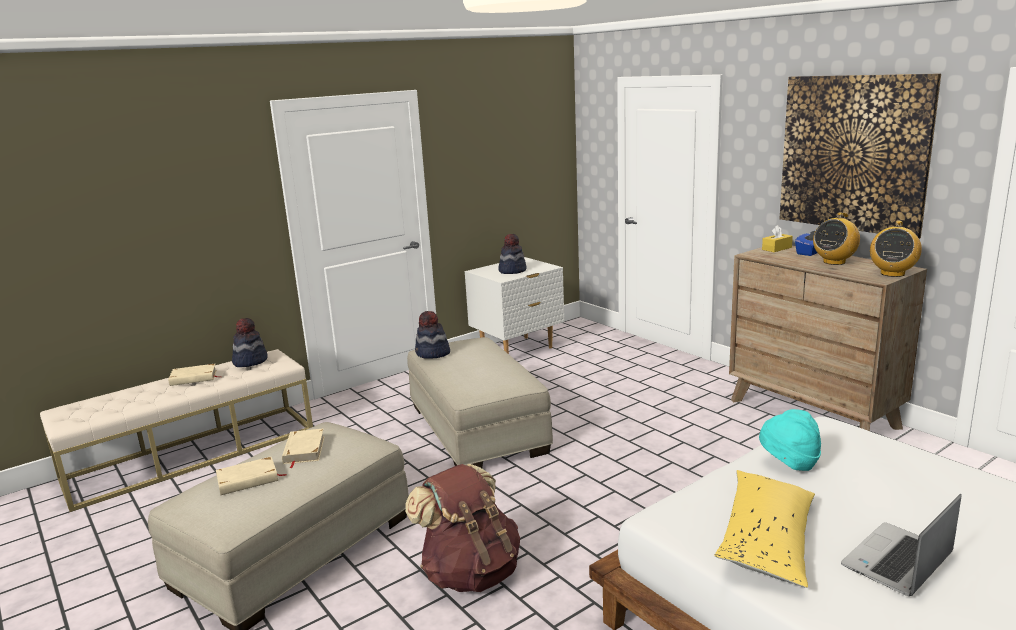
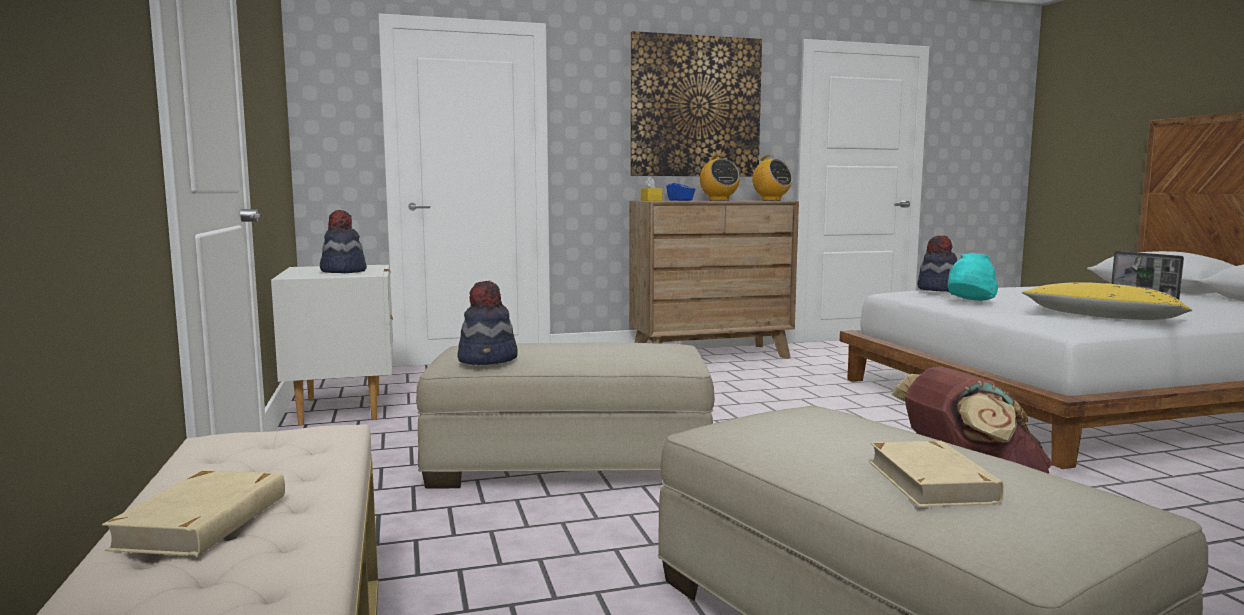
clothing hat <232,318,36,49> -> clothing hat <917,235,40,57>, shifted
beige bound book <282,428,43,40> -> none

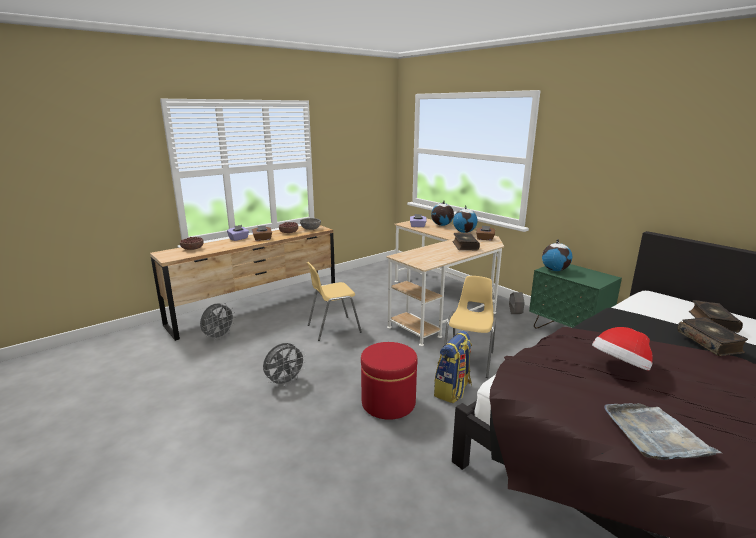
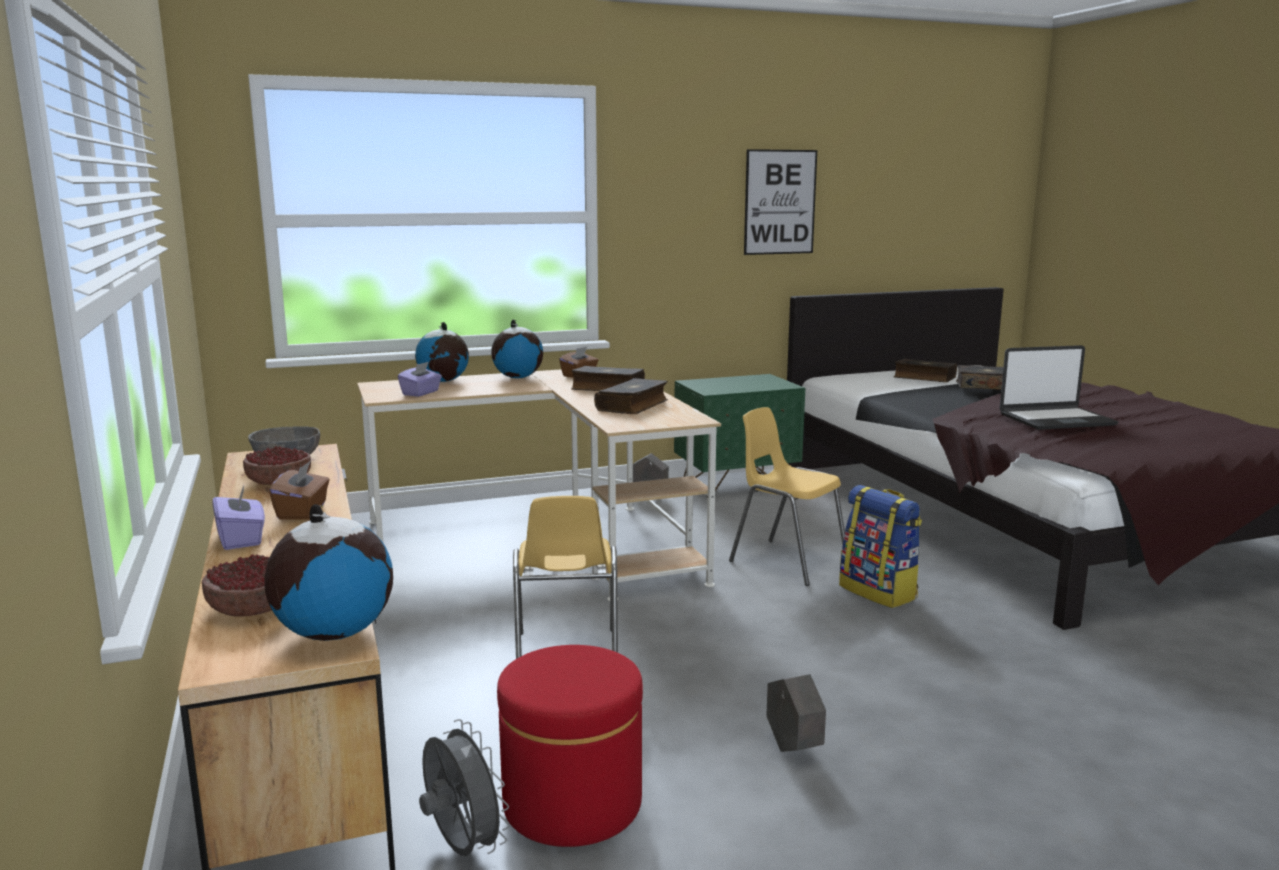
gray fan <263,343,43,44> -> gray plant pot <766,674,60,78>
red-coloured ottoman <361,342,57,78> -> red-coloured ottoman <497,645,146,202>, shifted
desk globe <542,239,30,32> -> desk globe <264,504,129,137>, shifted
clothing hat <592,327,61,44> -> notebook computer <999,345,119,85>
gray carrying tray <604,403,118,57> -> none
none -> bound book <594,378,74,36>
none -> wall picture <744,149,73,106>

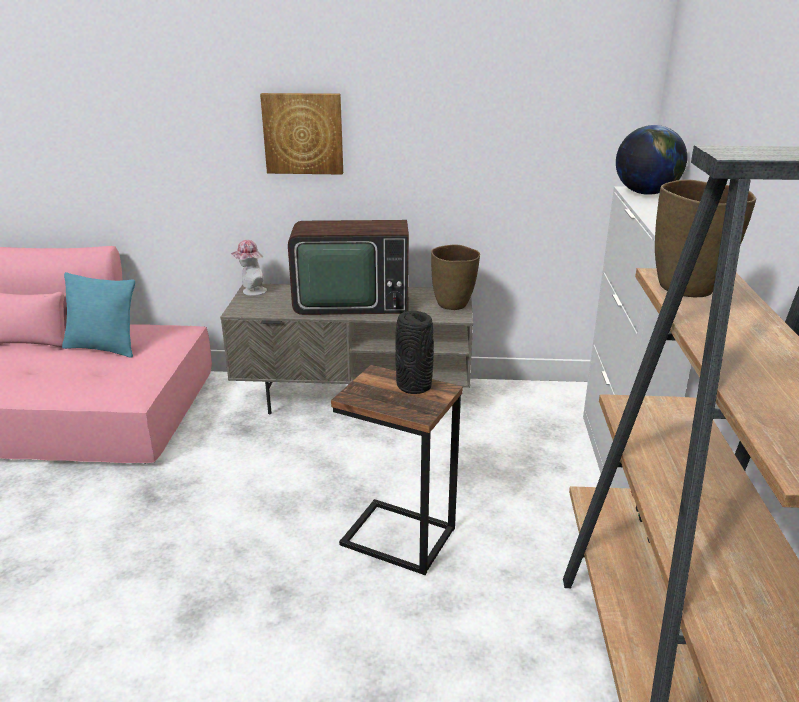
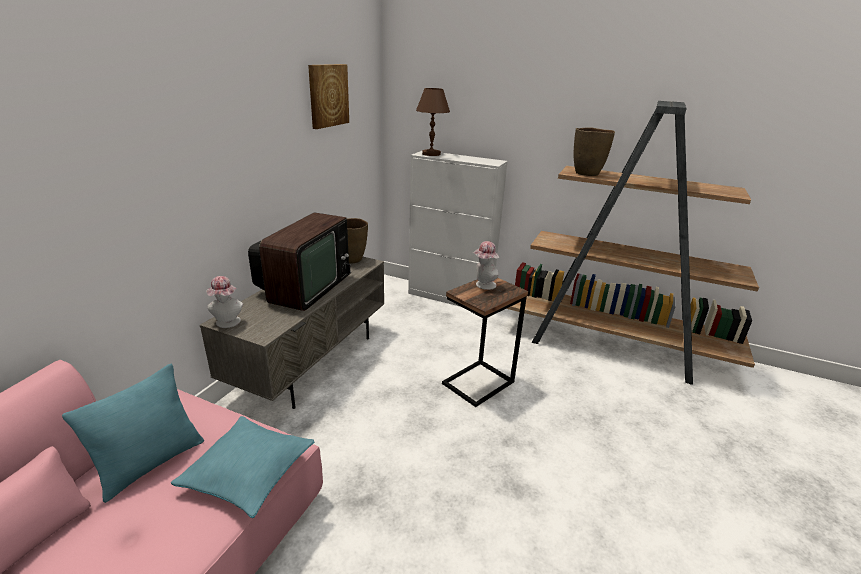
wall picture <260,93,83,82> -> wall picture <308,64,41,65>, shifted
black decorative vase <395,311,39,83> -> clothing hat <473,241,26,49>
desk globe <616,125,71,70> -> brown tabletop lamp <416,88,34,68>
none -> turquoise pillow <171,416,144,102>

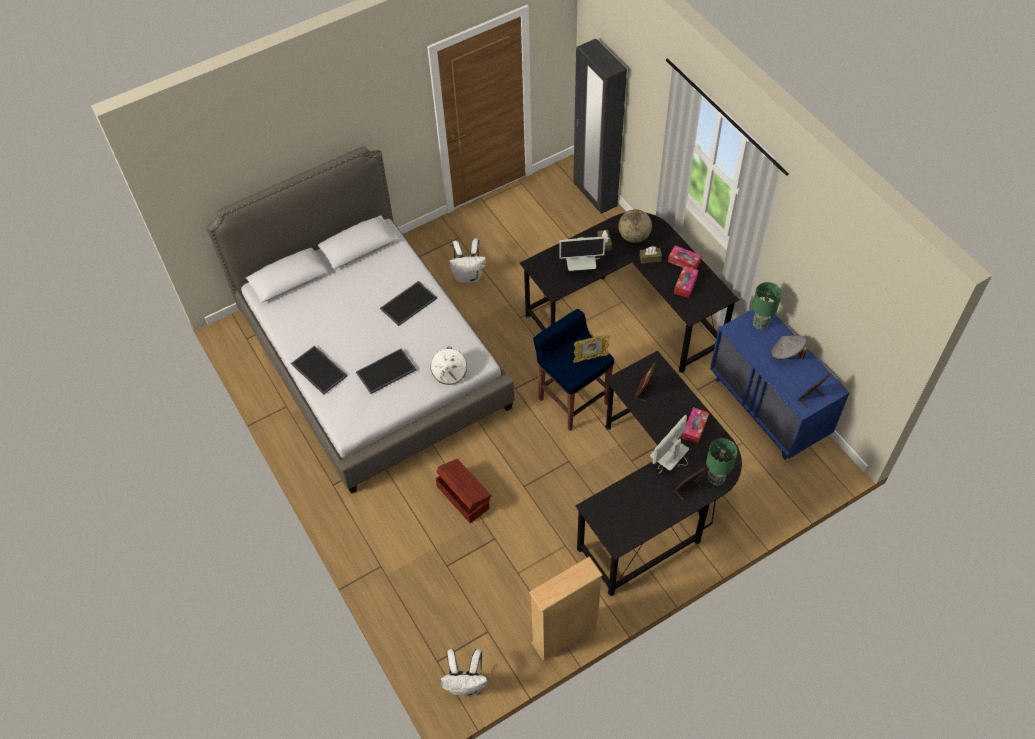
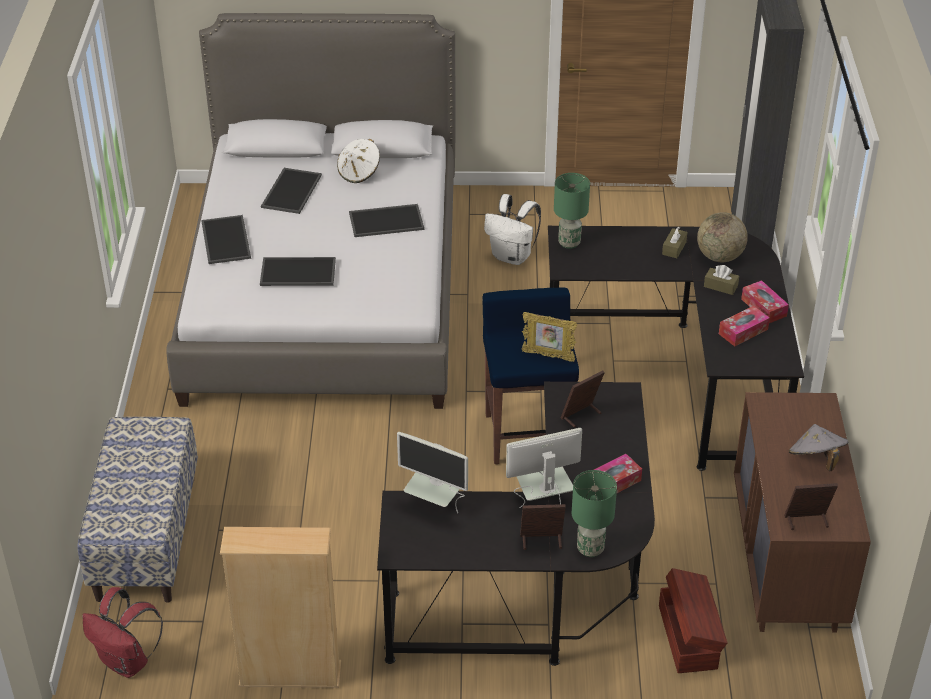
whitish clothing hat <430,347,37,38> -> whitish clothing hat <337,139,43,44>, shifted
brown storage container <435,459,56,64> -> brown storage container <659,568,68,105>, shifted
whitish backpack <441,649,46,47> -> red-coloured backpack <82,587,81,91>
monitor <559,237,46,34> -> monitor <397,432,71,81>, shifted
blue-coloured chest of drawers <710,309,140,151> -> brown chest of drawers <734,392,137,241>
green-coloured tabletop lamp <752,282,30,48> -> green-coloured tabletop lamp <554,173,36,76>, shifted
none -> long seat <77,417,121,186>
none -> carrying tray <261,168,61,46>

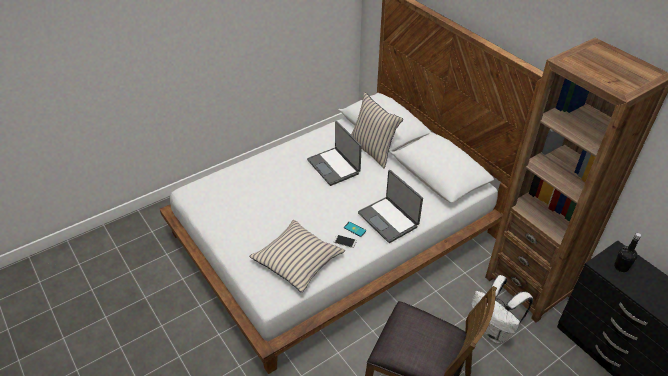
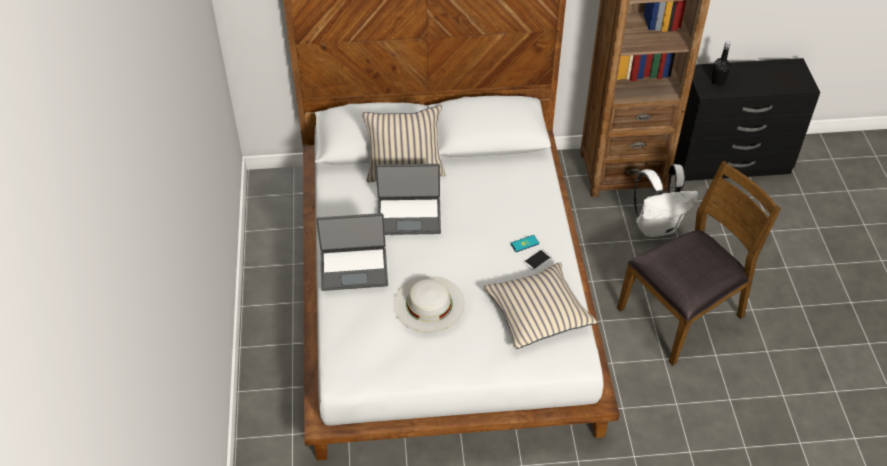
notebook computer <358,170,65,73> -> notebook computer <316,213,72,78>, shifted
none -> whitish clothing hat <393,276,72,57>

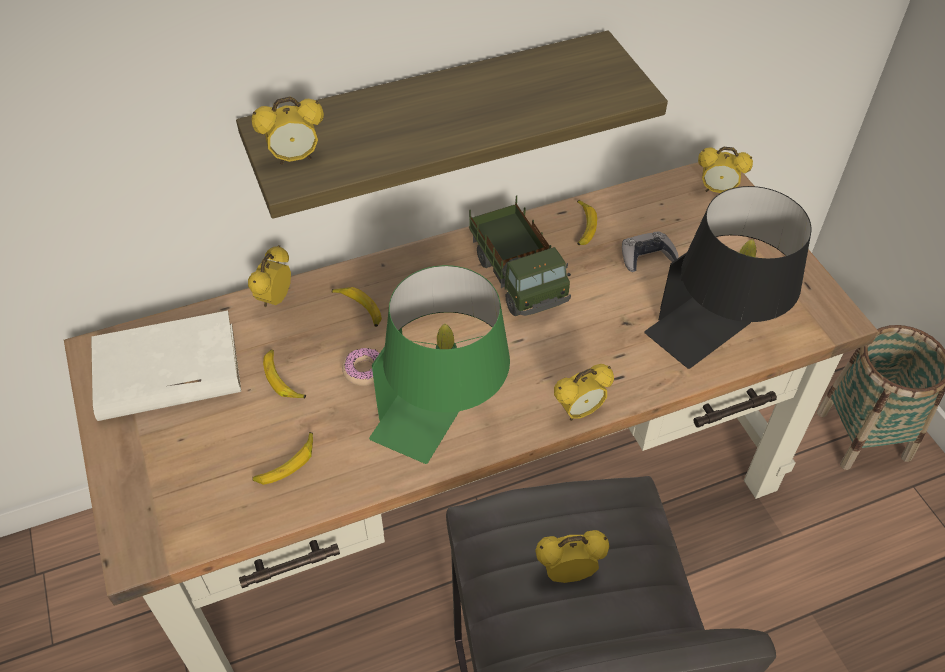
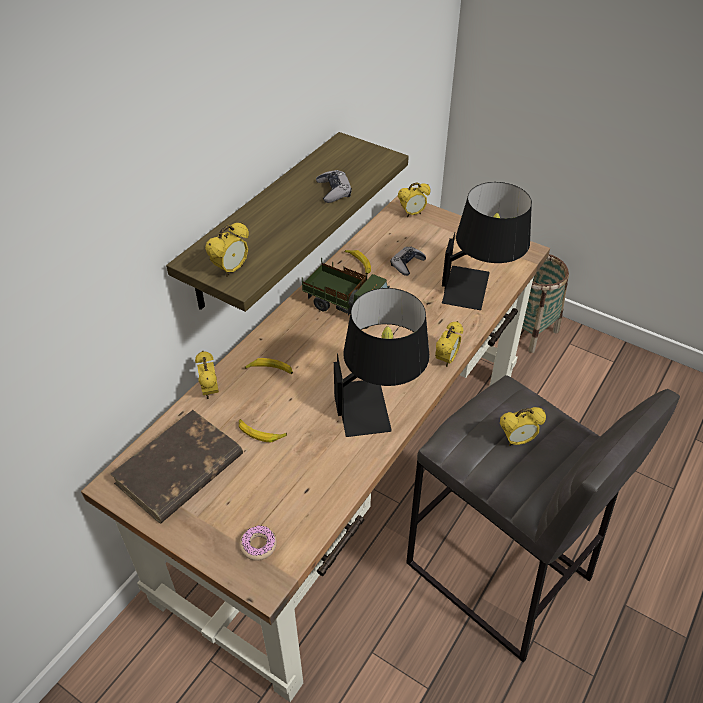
whitish bound book <91,311,150,110> -> brown bound book <111,410,132,114>
banana <252,432,61,53> -> none
doughnut <342,348,38,38> -> doughnut <240,525,37,36>, shifted
green-coloured tabletop lamp <369,265,141,199> -> black tabletop lamp <334,288,95,149>
alarm clock <535,530,74,53> -> alarm clock <500,407,46,39>, 150 degrees counterclockwise
none -> gray game controller <316,170,36,33>

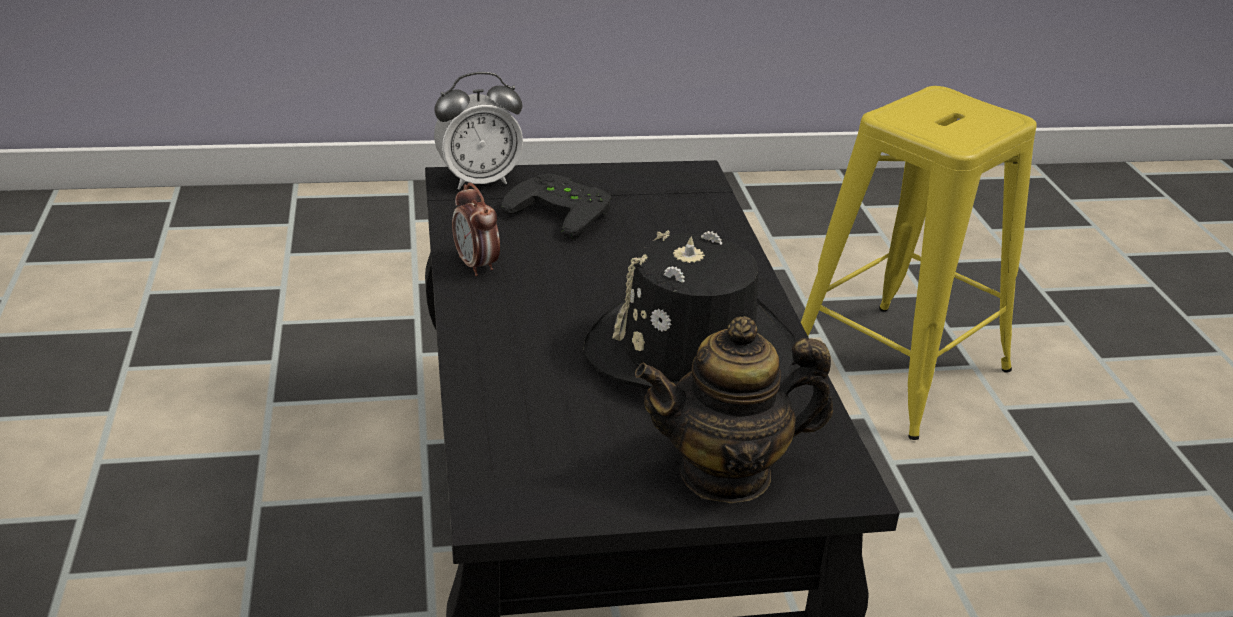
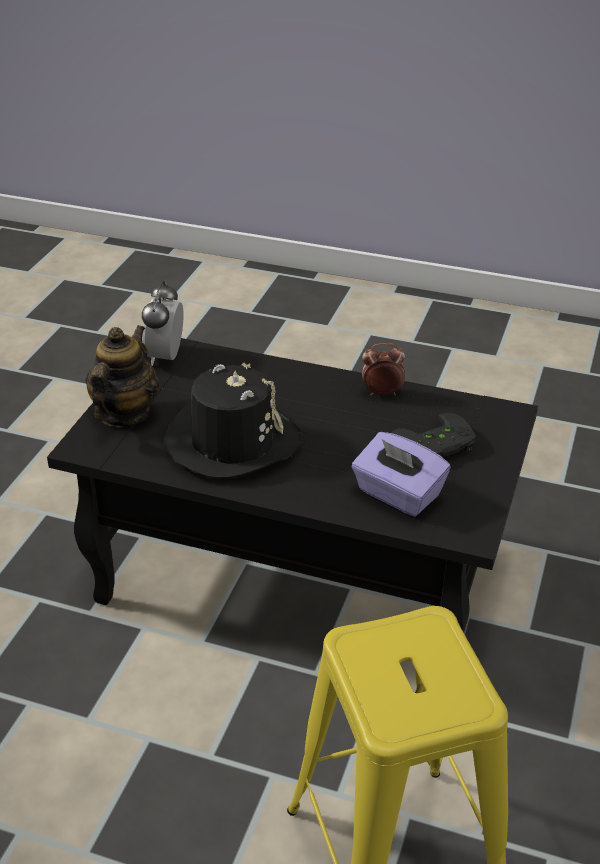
alarm clock <434,72,89,118> -> alarm clock <142,281,42,85>, shifted
none -> purple box of tissues <352,432,99,85>

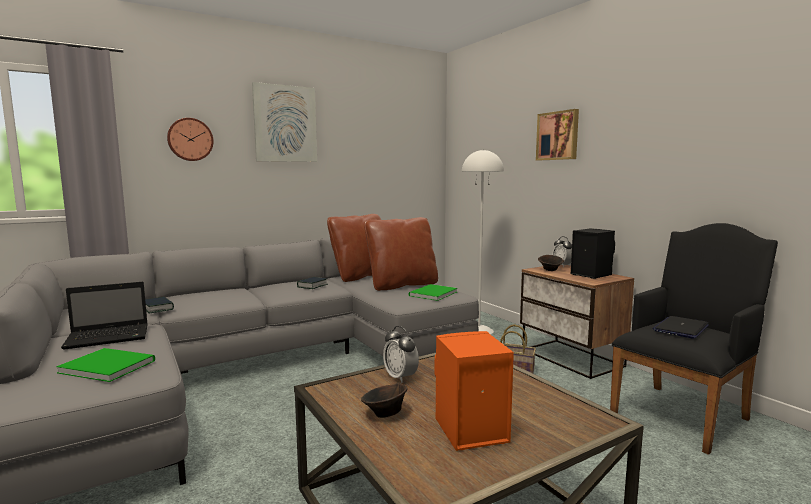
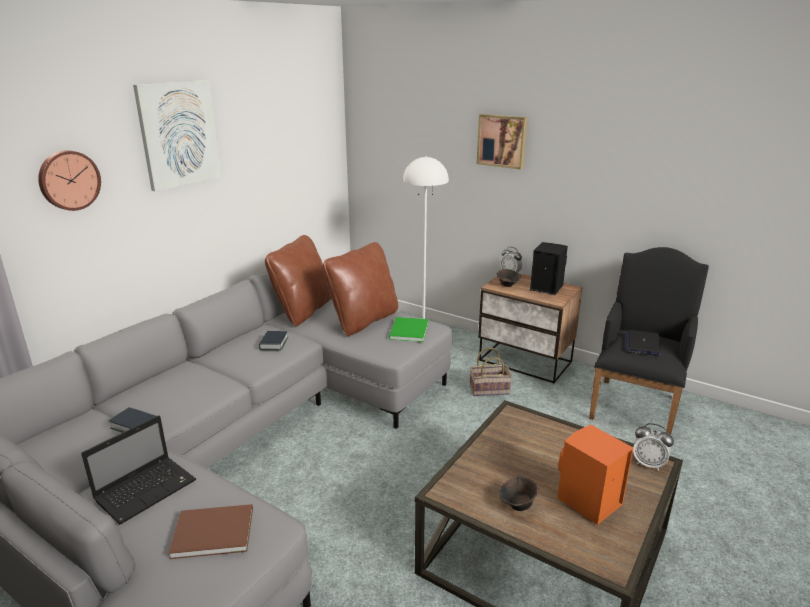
green-coloured bound book <56,348,99,34> -> brown bound book <168,504,85,55>
alarm clock <383,326,36,57> -> alarm clock <633,423,41,48>, shifted

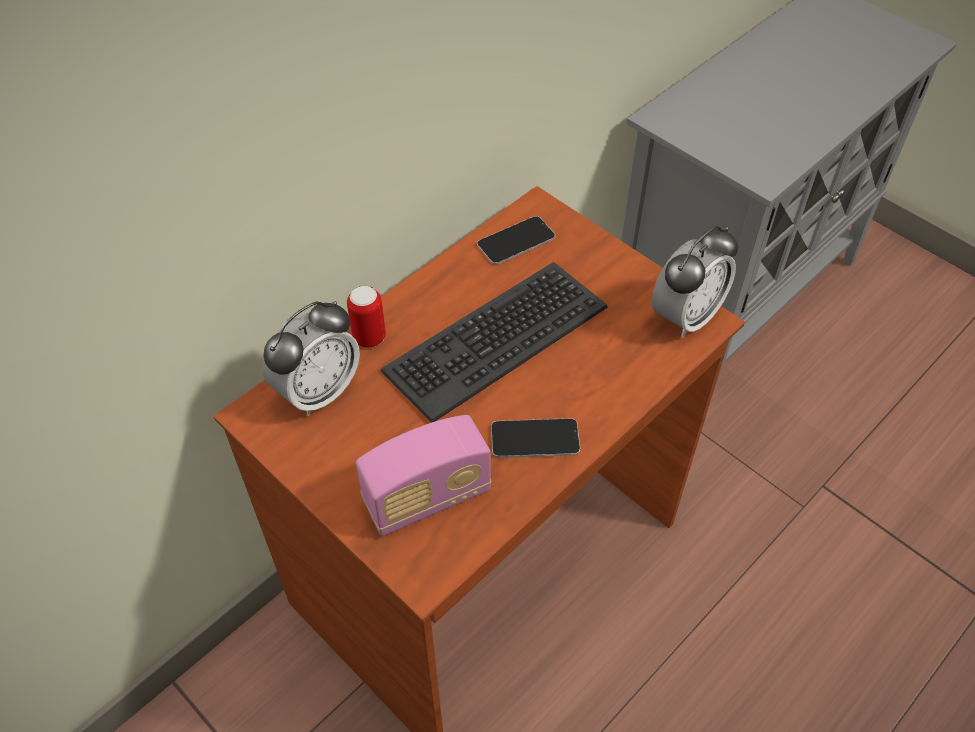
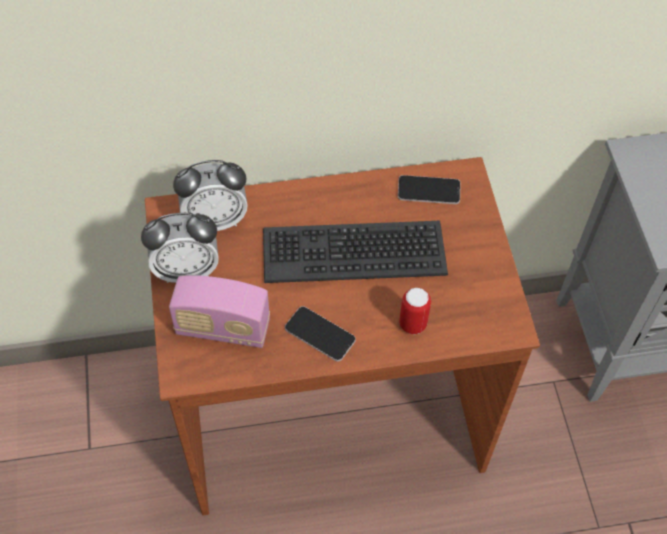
can <347,286,39,62> -> can <399,288,32,46>, shifted
alarm clock <652,226,86,112> -> alarm clock <141,213,78,70>, shifted

